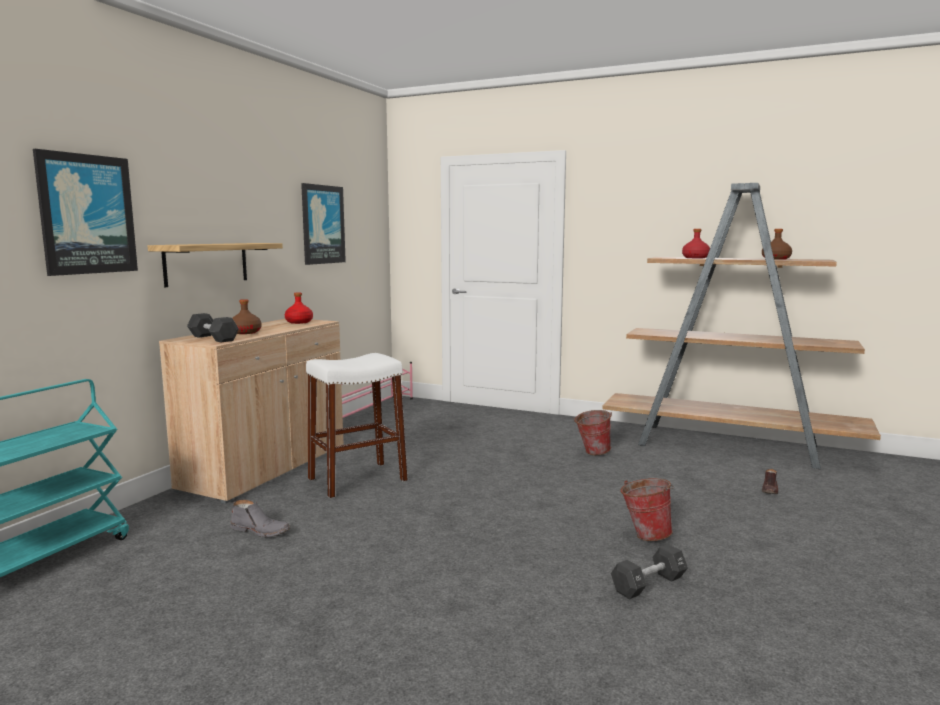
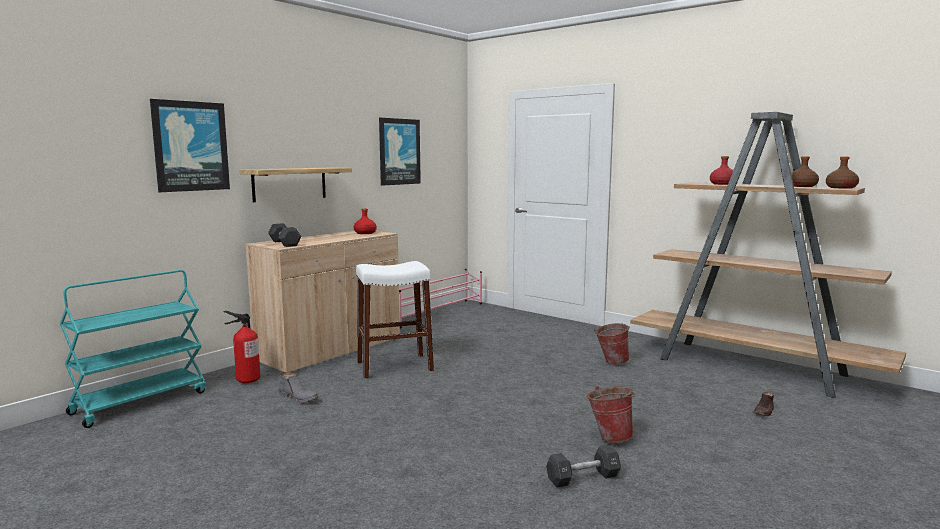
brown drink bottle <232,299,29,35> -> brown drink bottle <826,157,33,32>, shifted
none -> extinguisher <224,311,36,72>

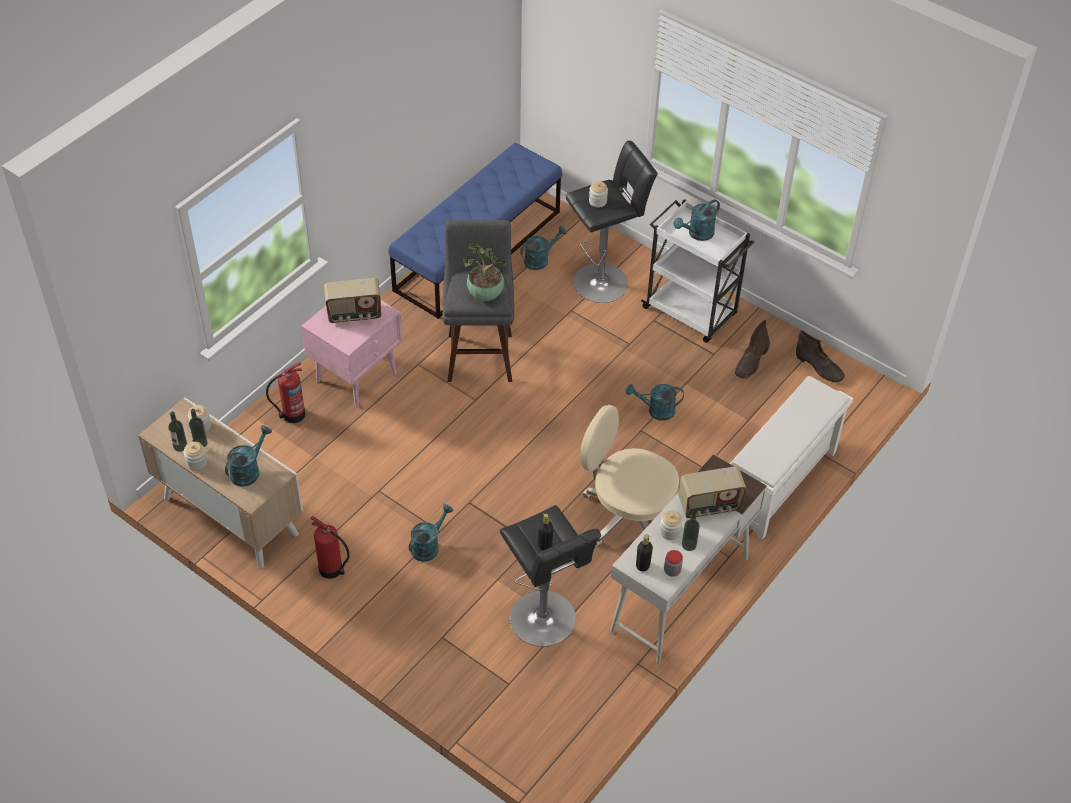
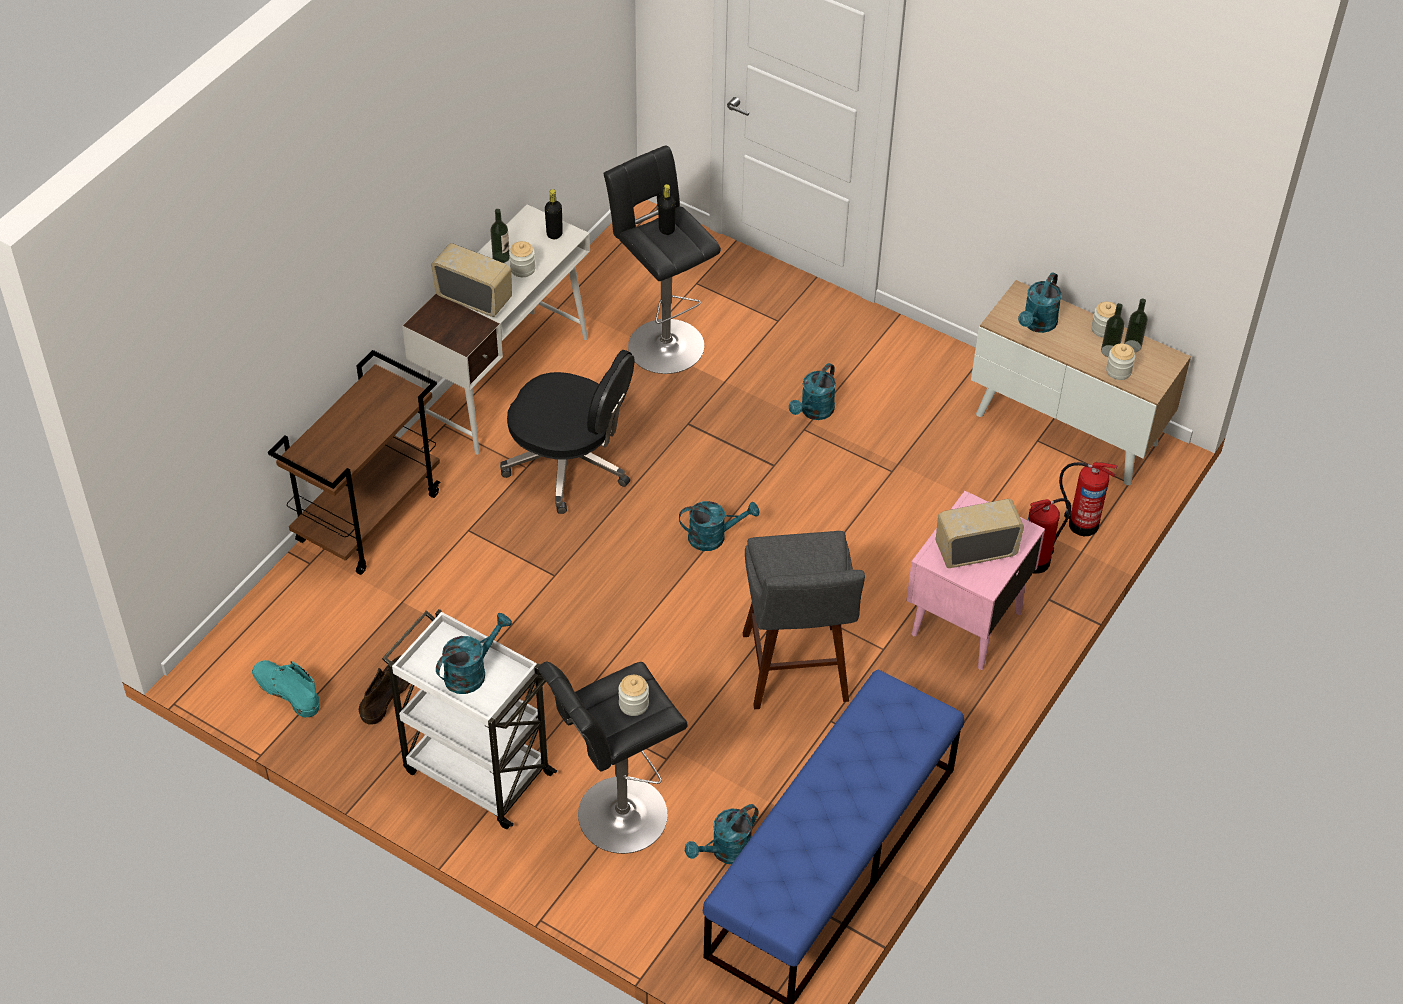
extinguisher <310,516,40,63> -> extinguisher <1059,462,58,74>, shifted
plant in a pot <462,243,45,58> -> none
beige computer chair <580,405,99,141> -> black computer chair <500,350,135,164>
turquoise sprinkling can <626,384,58,37> -> turquoise sprinkling can <679,501,80,50>, shifted
storage jar <664,550,19,27> -> none
radio <679,466,68,52> -> radio <431,243,81,74>, 45 degrees clockwise
whitish shoe rack <730,376,123,164> -> brown trolley <268,350,172,225>
brown boot <796,331,49,52> -> turquoise boot <252,660,68,57>

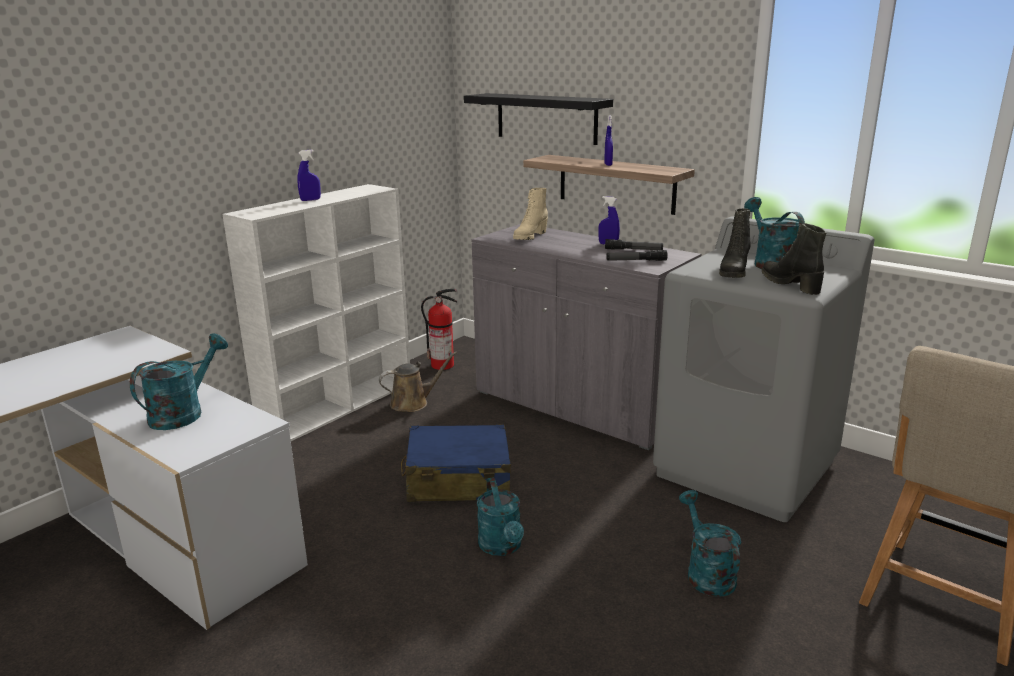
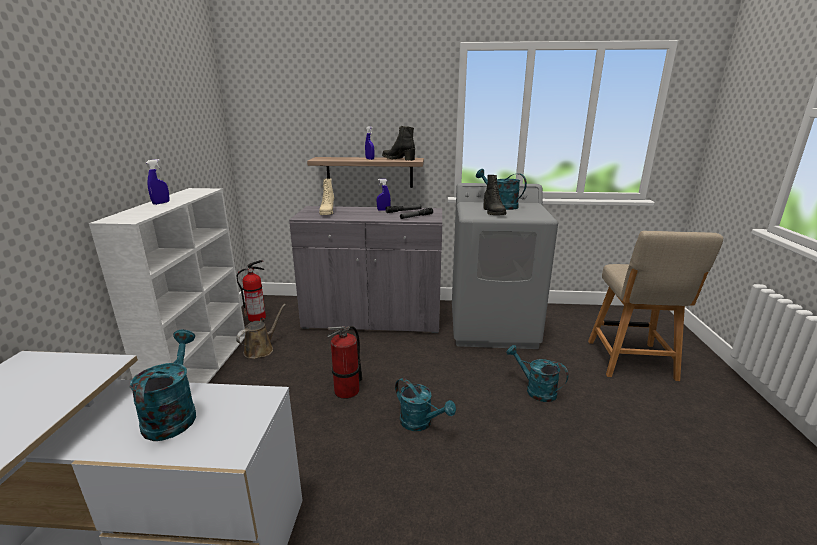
blue-coloured piece of luggage <401,424,110,78> -> extinguisher <327,326,35,73>
black bracket shelf <464,93,149,52> -> none
black boot <762,223,64,72> -> black boot <382,126,33,35>, shifted

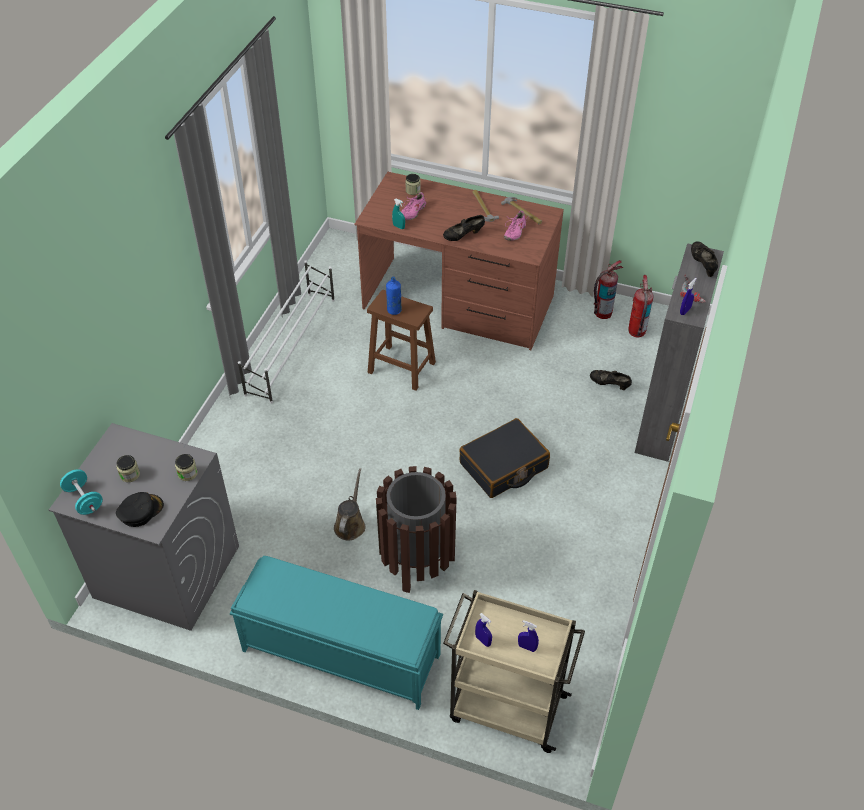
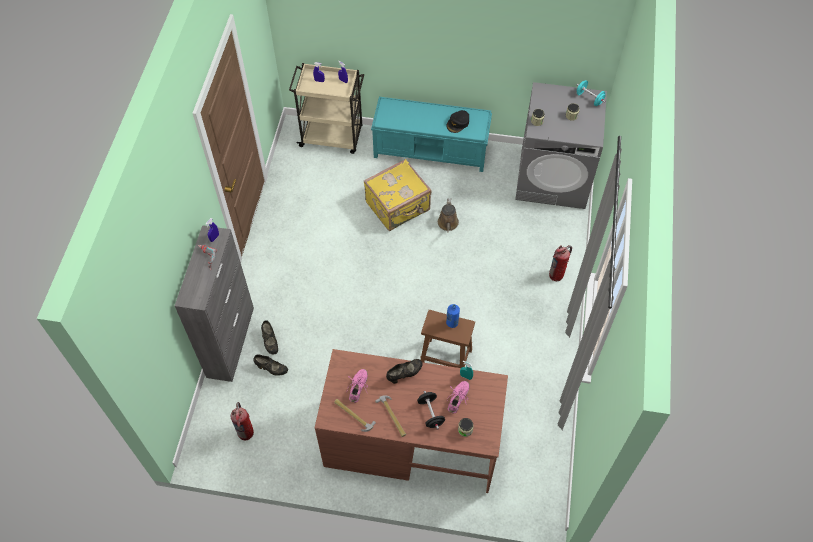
black cap <116,492,48,35> -> black cap <446,110,23,23>, shifted
whitish shoe rack <238,260,97,144> -> none
brown waste bin <376,466,81,127> -> yellowish piece of luggage <364,159,67,72>
black piece of luggage <459,418,91,80> -> none
extinguisher <594,260,30,59> -> extinguisher <549,245,23,36>, shifted
black item of footwear <691,241,27,36> -> black item of footwear <261,320,17,34>, shifted
none -> black free weight <417,391,28,38>

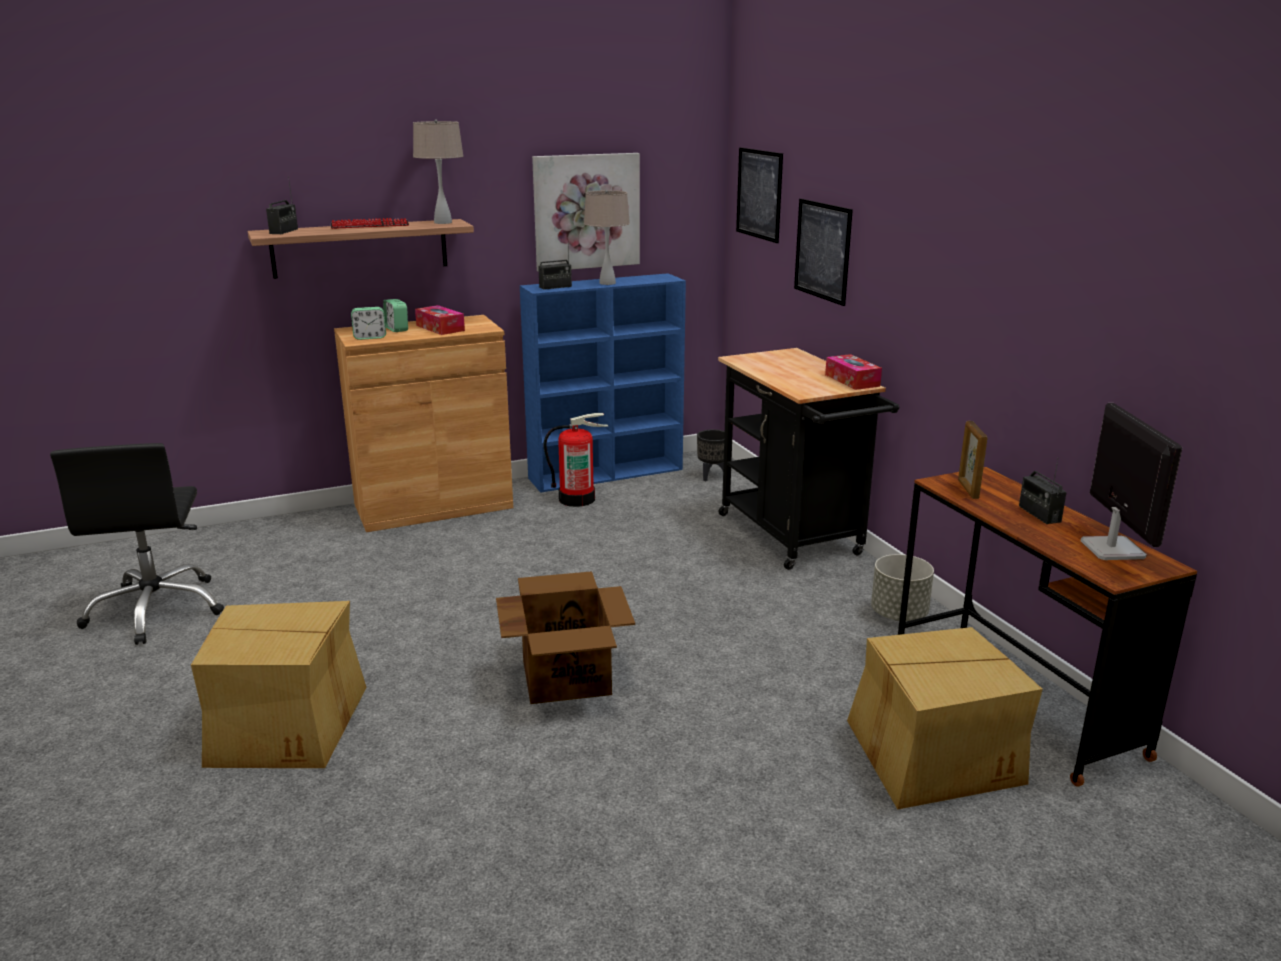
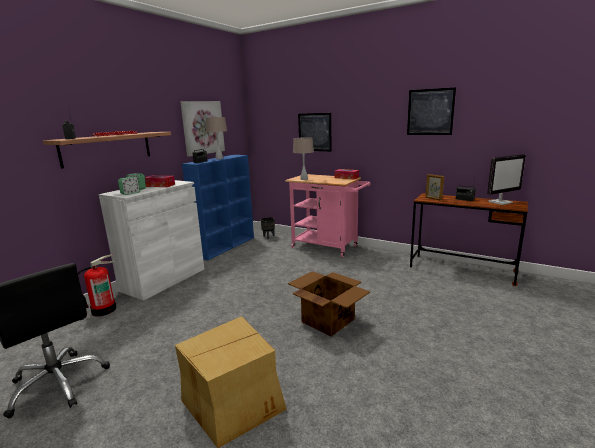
brown cupboard <334,315,179,217> -> whitish cupboard <99,180,105,121>
beige tabletop lamp <413,119,51,105> -> beige tabletop lamp <293,137,21,43>, shifted
extinguisher <543,413,65,94> -> extinguisher <78,254,39,63>, shifted
black trolley <718,348,181,222> -> pink trolley <285,174,85,83>
wall picture <736,148,47,95> -> wall picture <407,88,49,47>, shifted
packing box <847,627,196,183> -> none
gray plant pot <871,554,63,67> -> none
monitor <1081,403,102,157> -> monitor <487,154,39,51>, 105 degrees clockwise

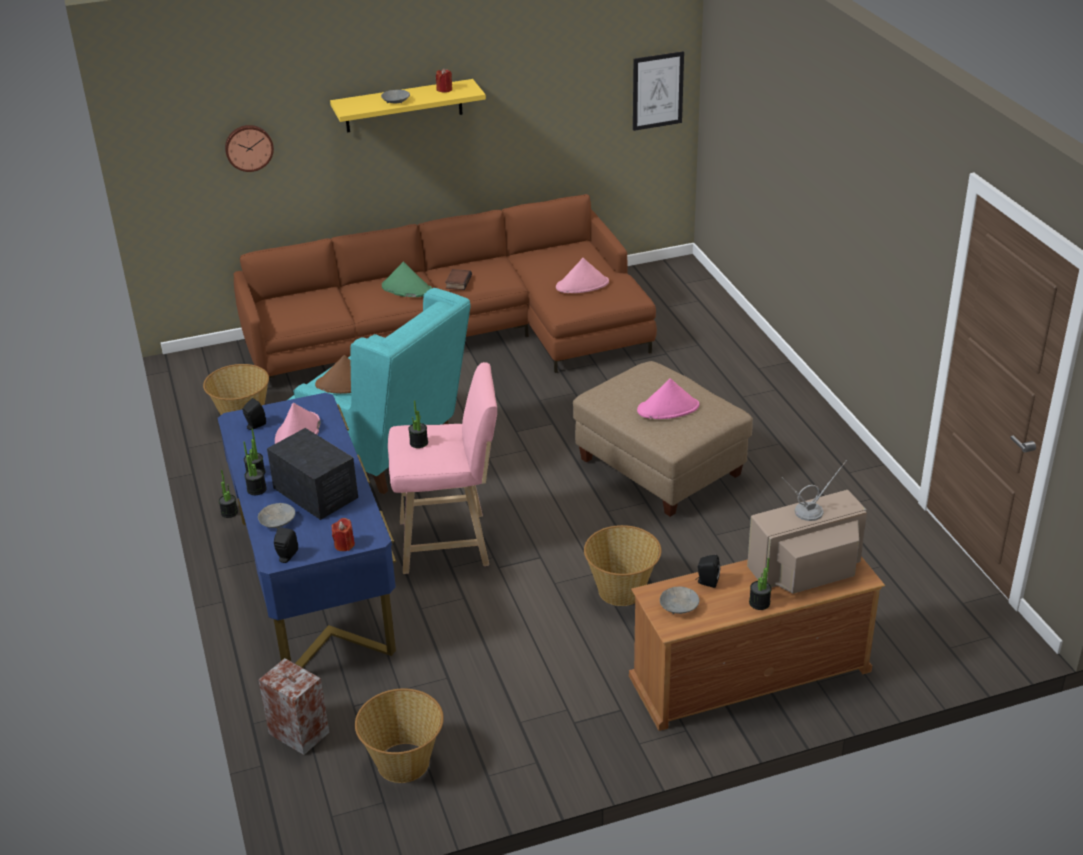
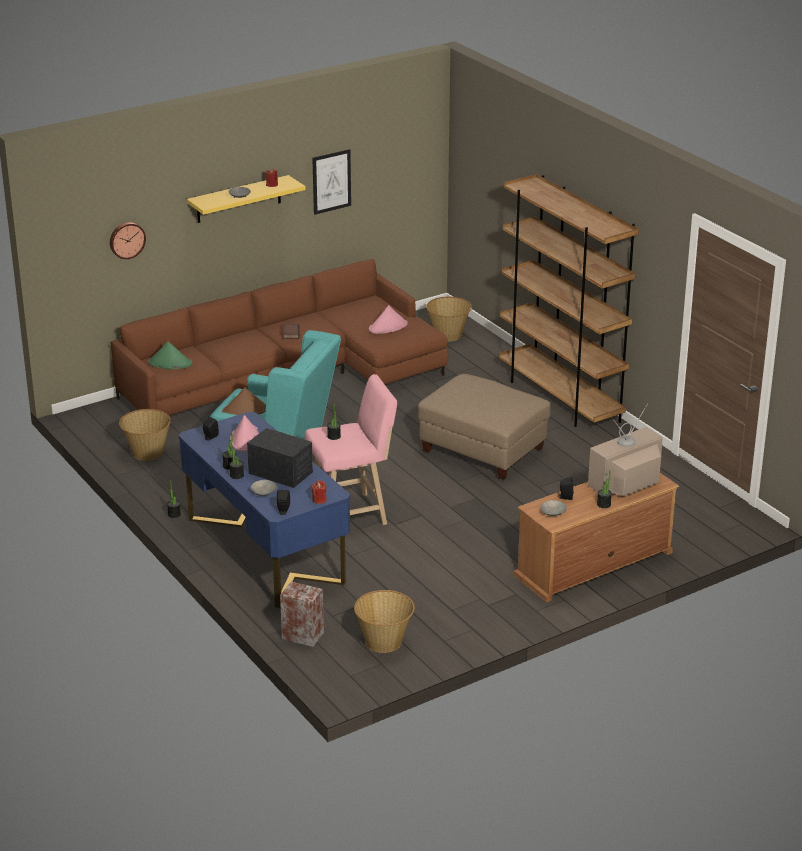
green-coloured clothing hat <382,262,50,35> -> green-coloured clothing hat <149,341,43,28>, shifted
storage basket <584,525,77,81> -> storage basket <426,297,46,45>, shifted
wall picture <633,51,51,80> -> wall picture <312,149,39,66>, shifted
pink clothing hat <637,378,62,41> -> none
none -> brown bookcase <499,174,140,253>

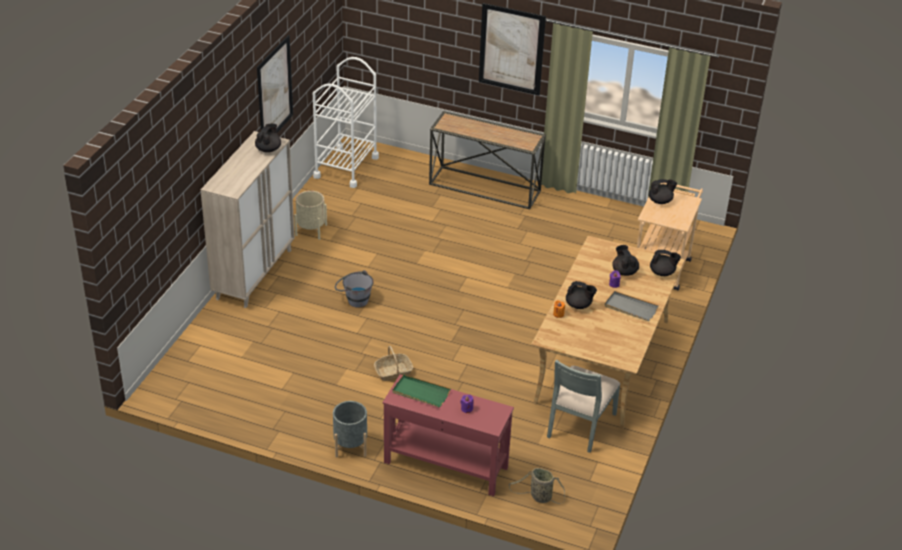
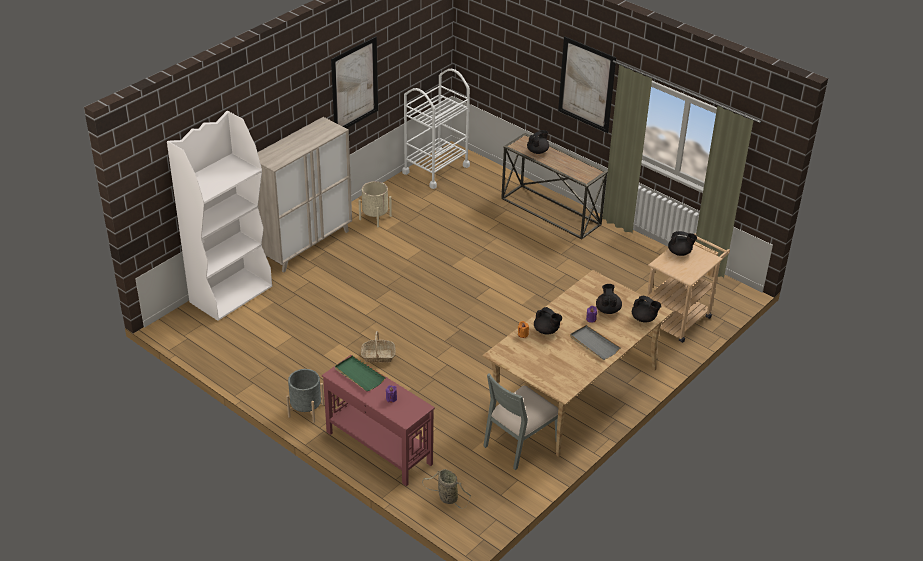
black tea pot <255,123,26,30> -> black tea pot <527,130,22,24>, shifted
gray pail <335,270,39,38> -> none
none -> whitish bookcase <167,111,105,210>

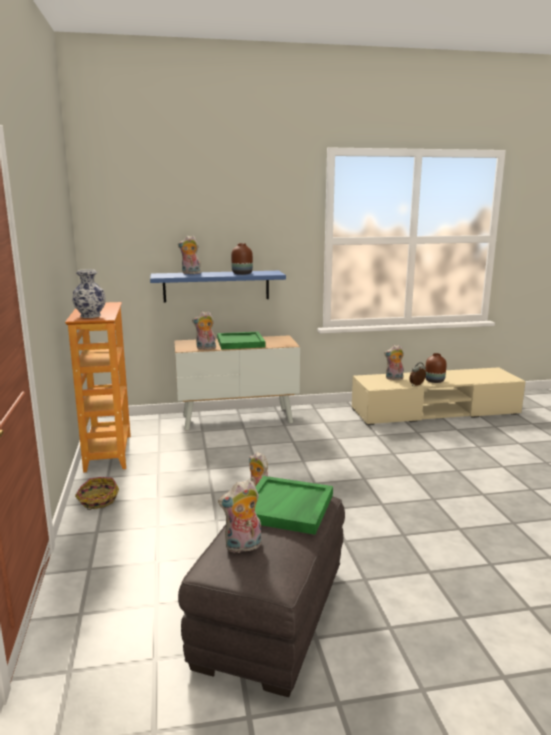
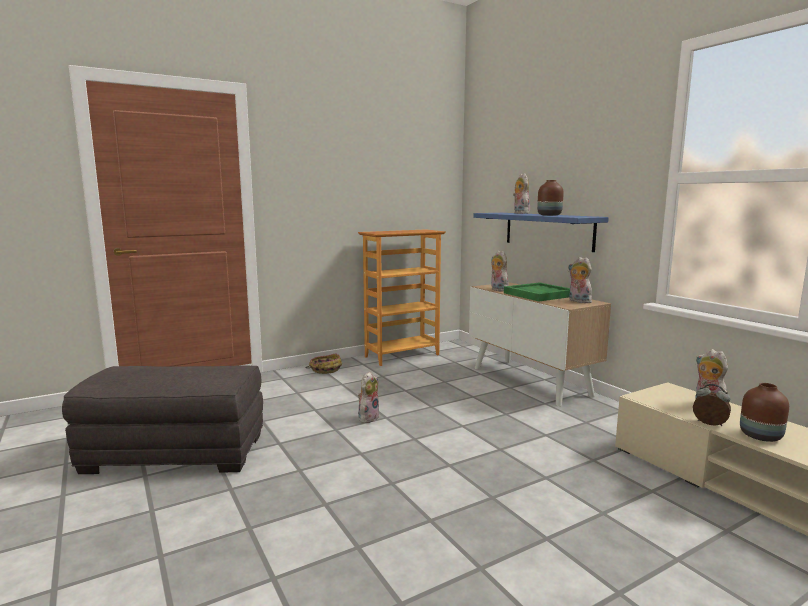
decorative vase <72,269,34,49> -> none
plush toy <218,479,43,74> -> plush toy <568,257,27,46>, shifted
green-coloured carrying tray <255,476,78,59> -> none

